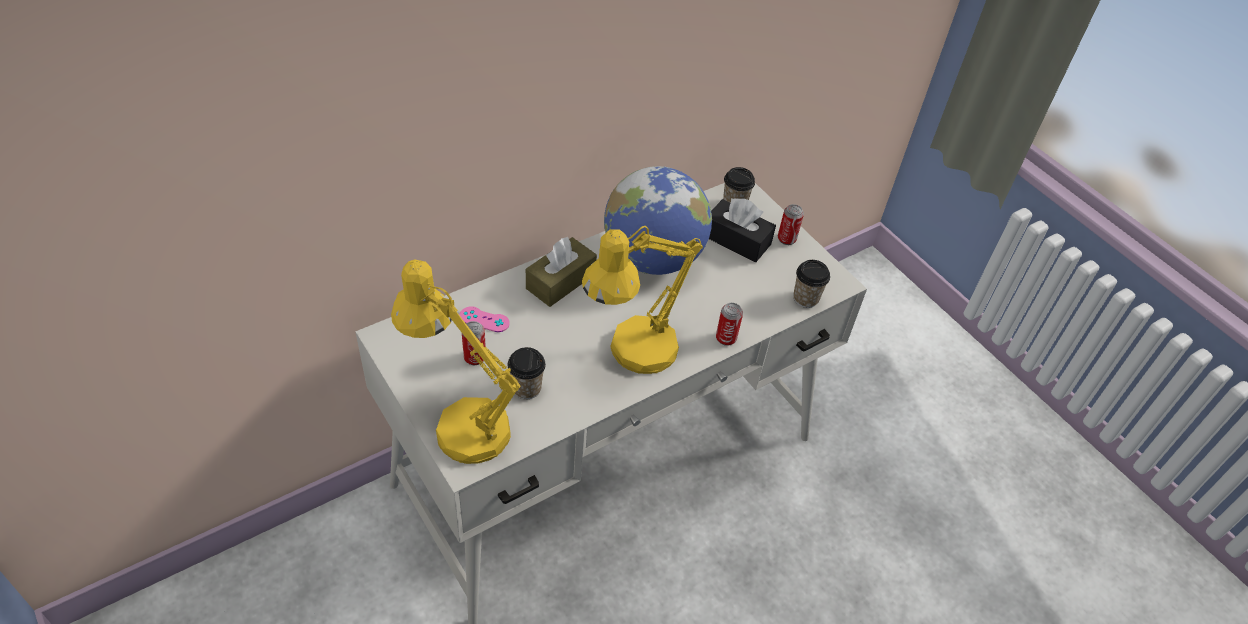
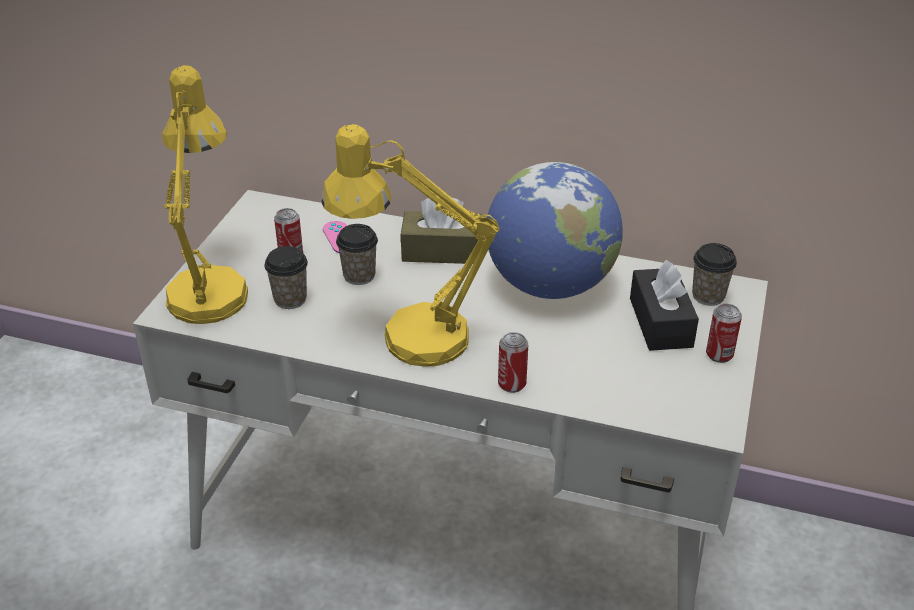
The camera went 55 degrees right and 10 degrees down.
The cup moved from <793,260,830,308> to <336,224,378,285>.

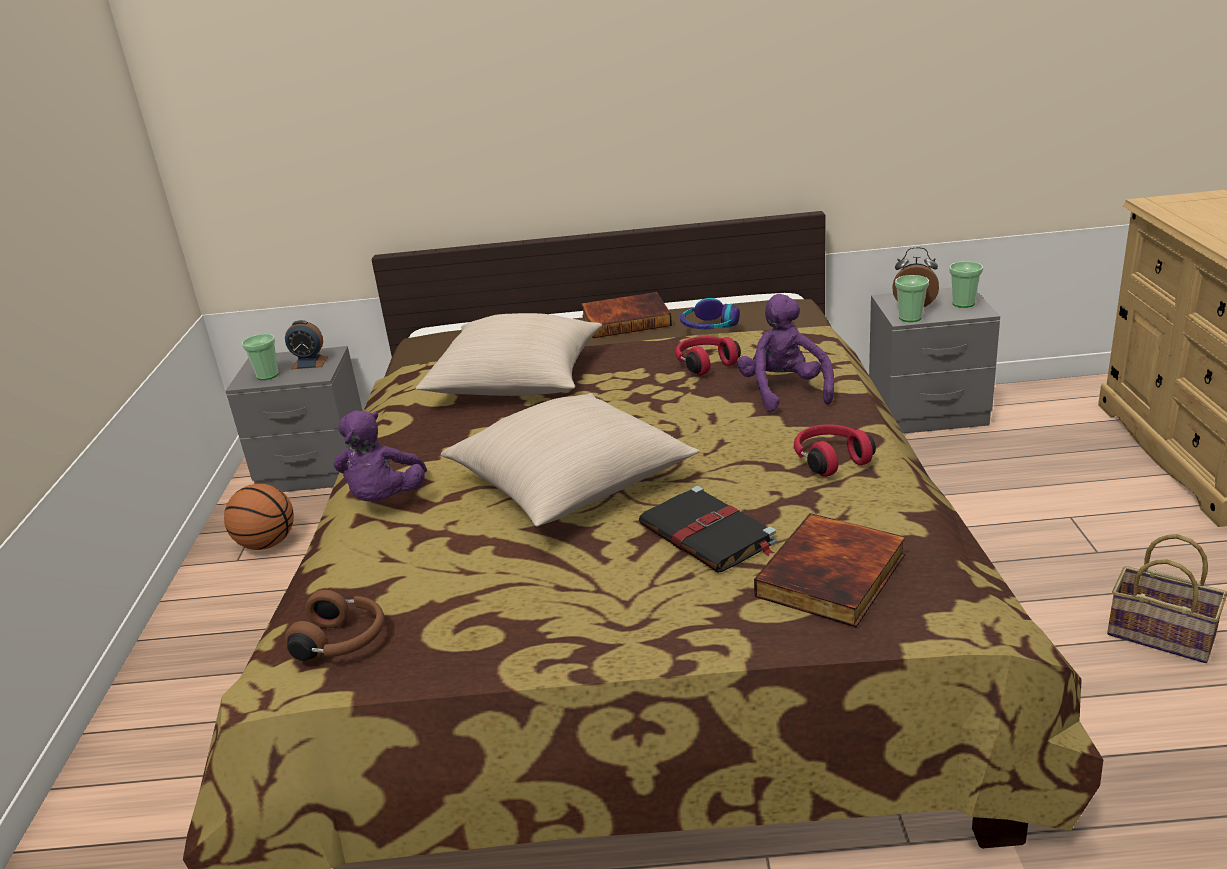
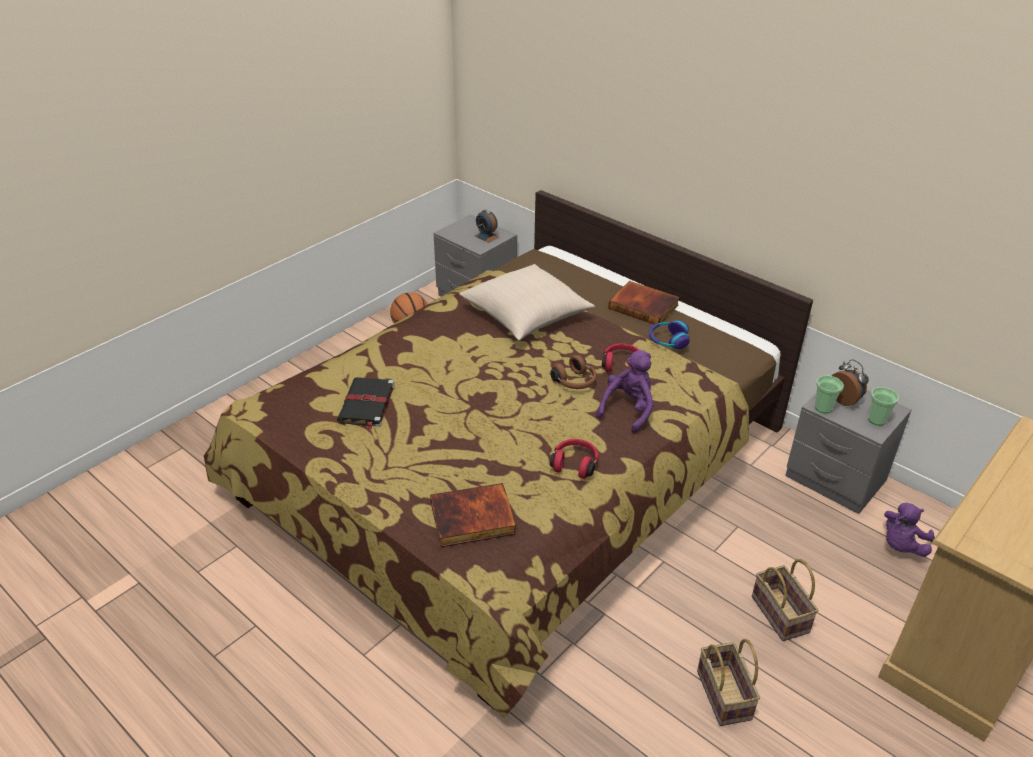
The camera went 40 degrees right and 10 degrees up.
The cup at <242,334,279,380> disappeared.
The pillow (beige) at <441,393,699,527> disappeared.
The plush toy (purple) moved from <334,411,427,501> to <884,503,935,557>.
The book (black) moved from <639,486,777,573> to <337,377,395,430>.
The headphones (brown) moved from <285,590,384,661> to <550,355,597,389>.
The basket at <752,559,819,641> appeared.

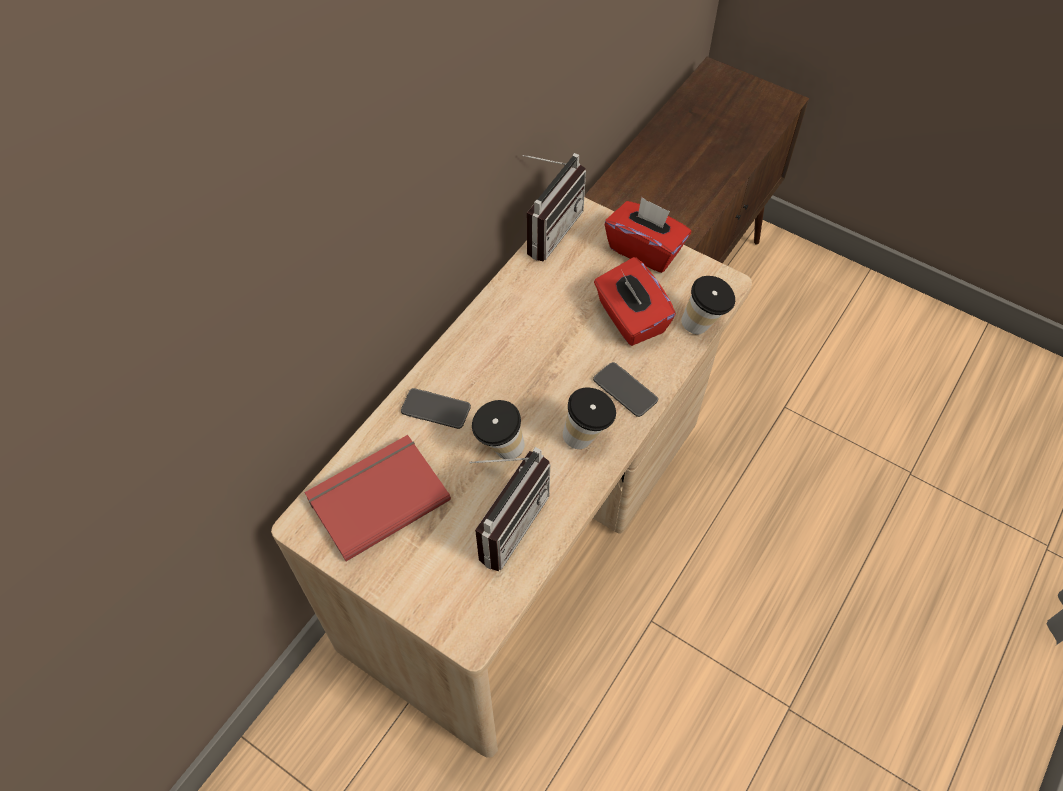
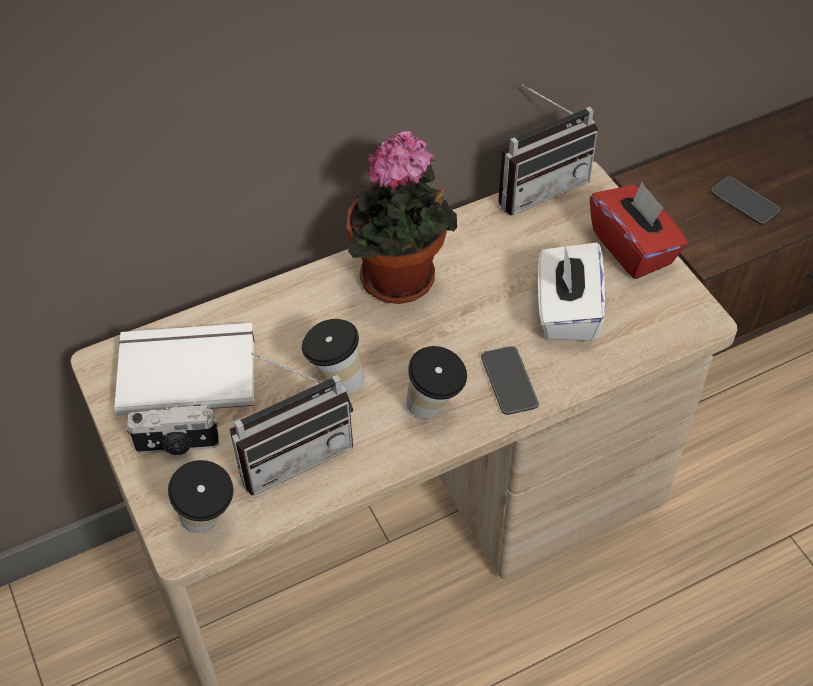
The camera went 30 degrees right and 5 degrees down.
The tissue box (red) at <594,257,676,346> became the tissue box (white) at <538,242,606,341>.
The cup moved from <681,276,735,334> to <168,460,234,533>.
The phone moved from <401,388,471,429> to <711,176,780,225>.
The book (red) at <304,435,451,562> became the book (white) at <114,323,255,416>.
The potted plant at <346,131,457,304> appeared.
The photo camera at <126,404,219,455> appeared.

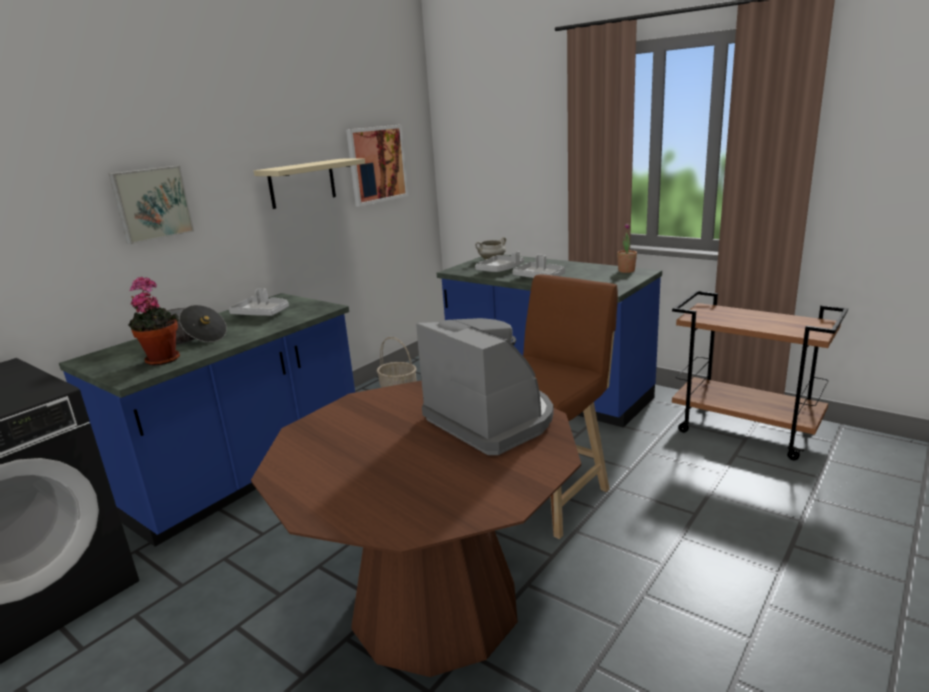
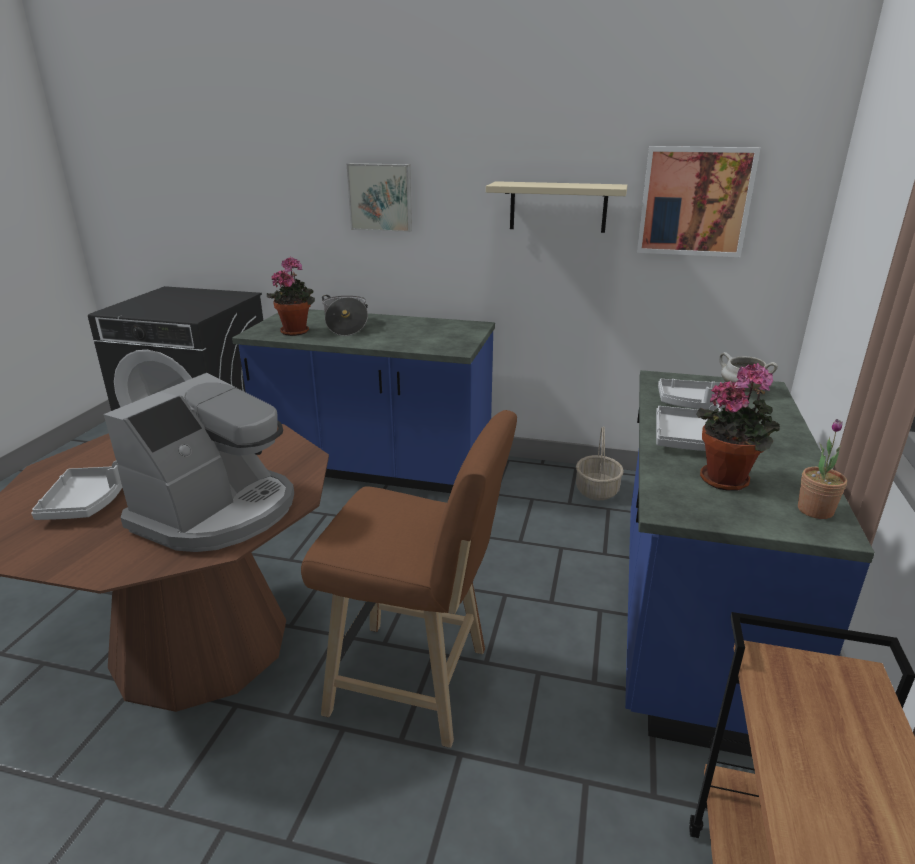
The camera went 65 degrees right and 5 degrees up.
The tray (grey) moved from <229,289,289,316> to <31,461,123,520>.
The potted plant at <696,363,780,491> appeared.

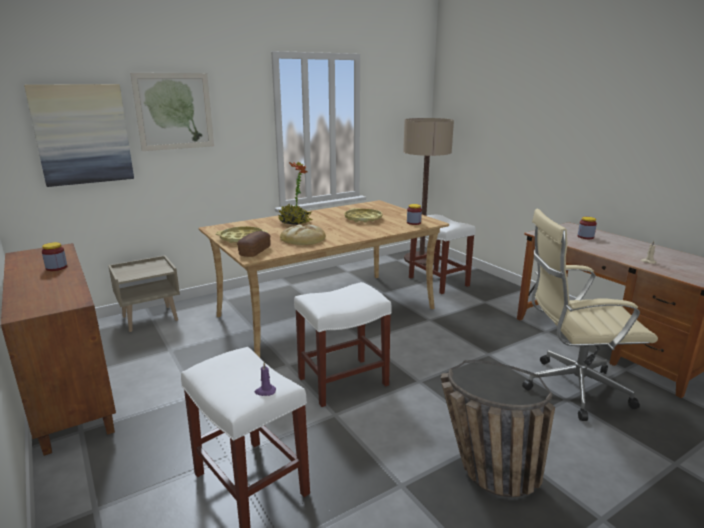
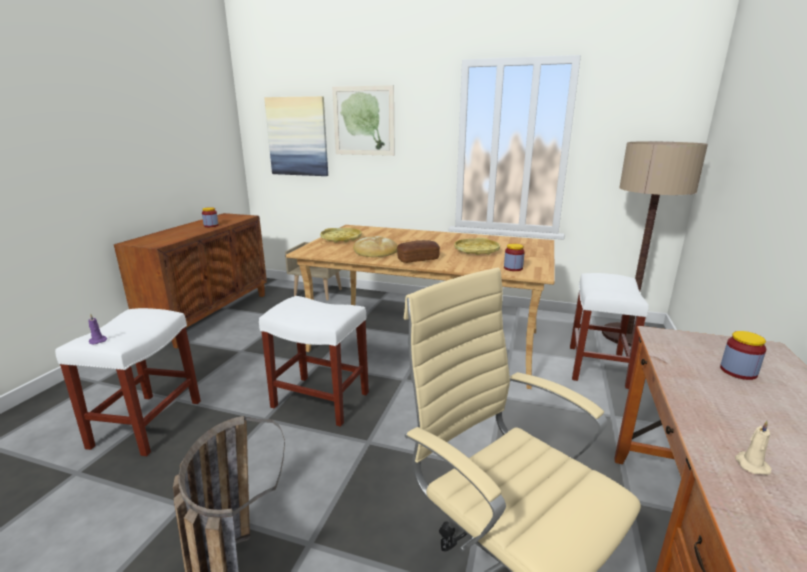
The camera went 50 degrees right and 0 degrees up.
The potted plant at <278,162,312,225> disappeared.
The bread moved from <237,231,271,257> to <397,240,440,263>.

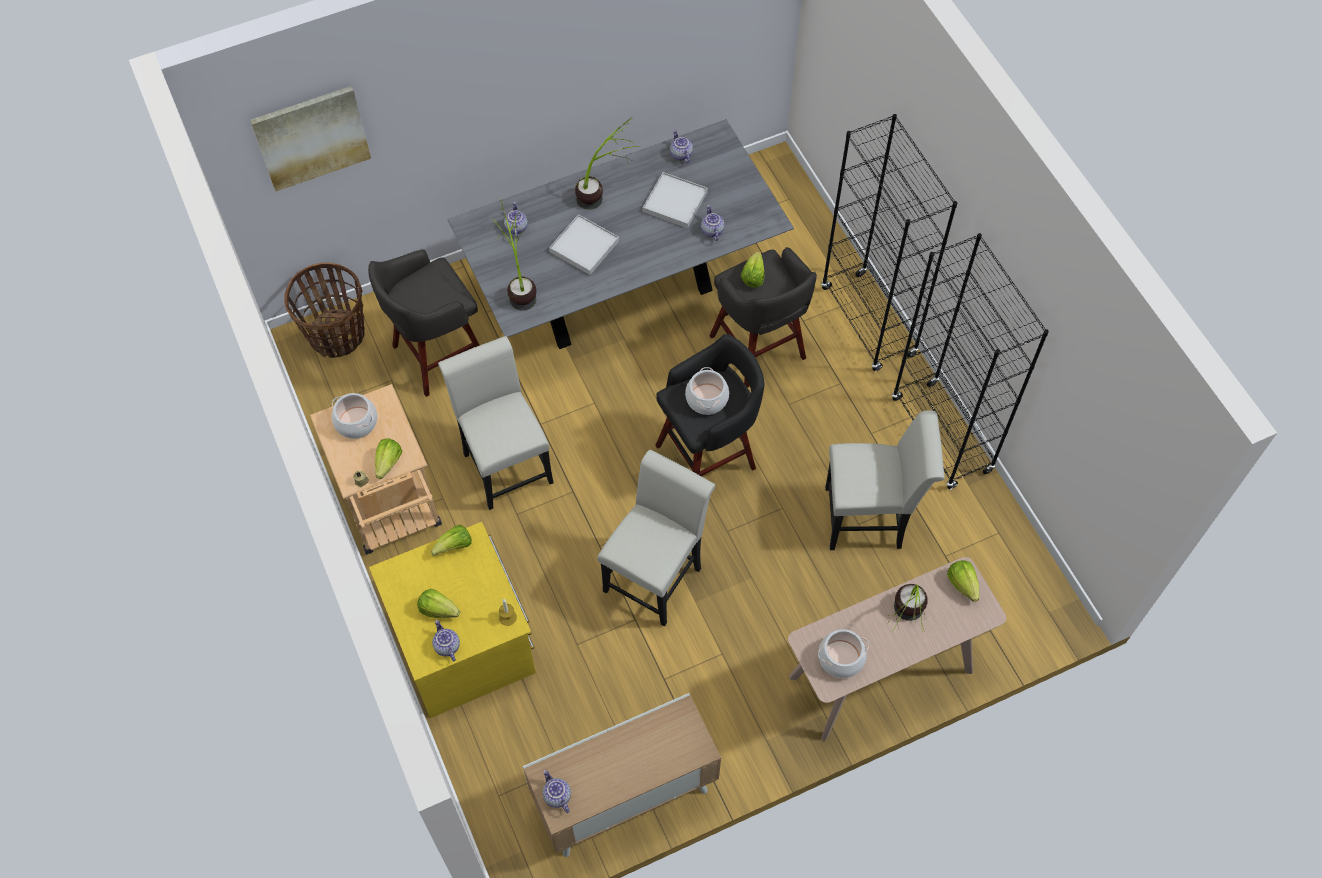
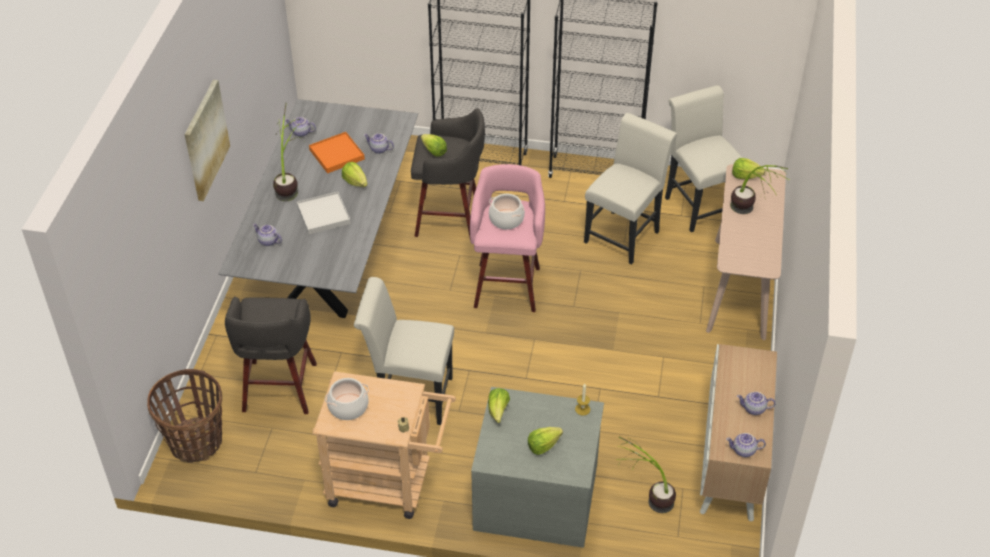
The camera went 55 degrees left and 15 degrees down.
The picture moved from <250,86,371,191> to <184,80,230,201>.
The tray (white) at <643,172,708,228> became the tray (orange) at <309,132,365,173>.
The potted plant moved from <491,199,536,311> to <616,436,676,513>.
The stool (black) at <655,334,764,476> became the stool (pink) at <470,164,545,312>.
The lettuce moved from <375,438,402,479> to <342,162,368,187>.
The chair (white) moved from <597,450,715,626> to <665,85,742,232>.
The dresser (yellow) at <369,522,536,718> became the dresser (grey) at <471,387,604,548>.
The teapot moved from <432,620,460,662> to <737,392,776,415>.
The cooking pot at <818,629,869,678> disappeared.

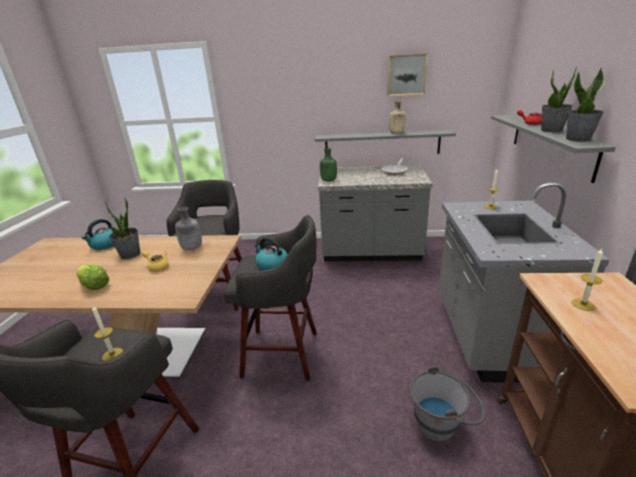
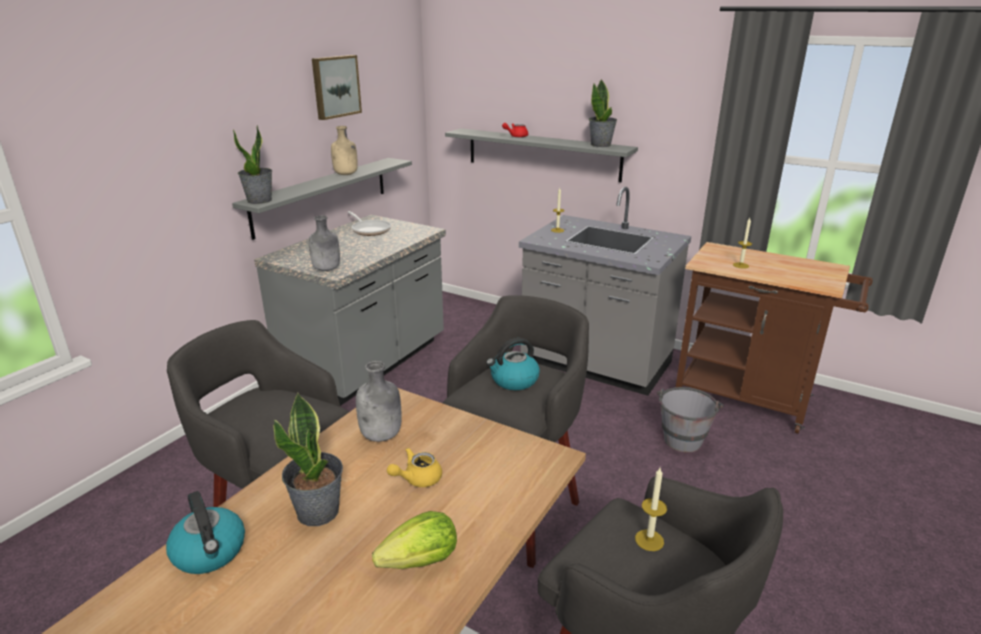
The camera went 65 degrees left and 0 degrees up.
The potted plant moved from <541,67,577,132> to <233,125,272,204>.
The bottle (green) at <320,148,337,181> became the bottle (grey) at <309,215,340,271>.

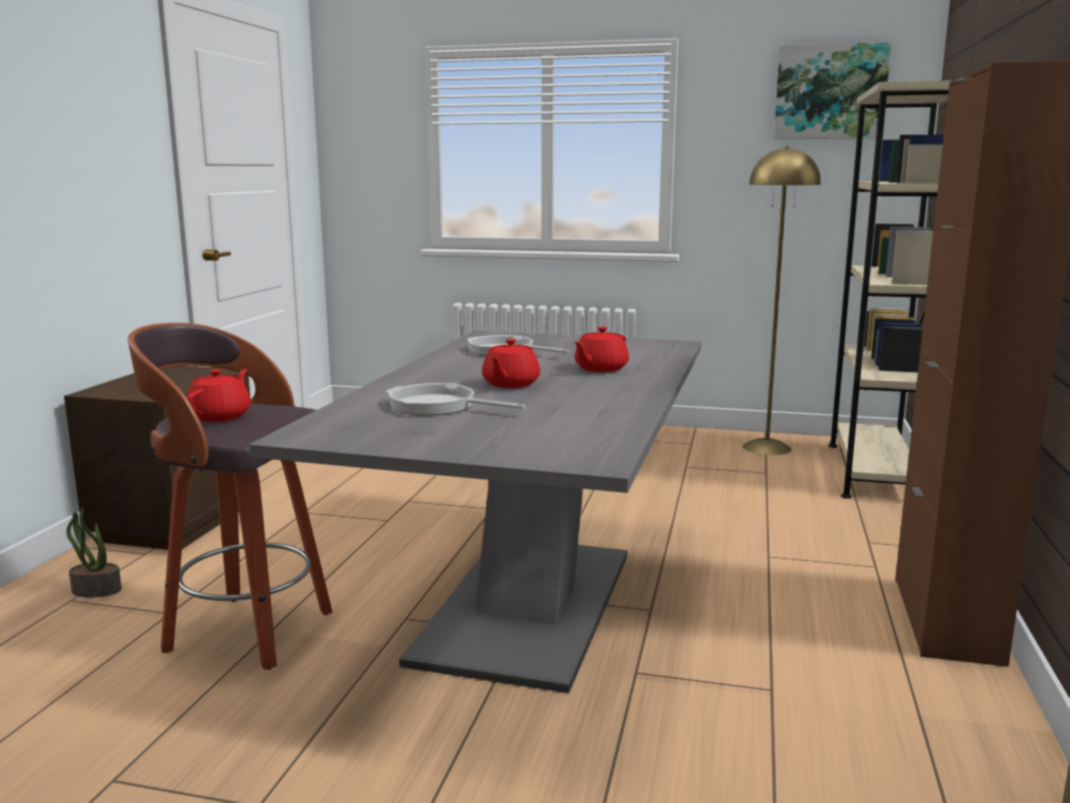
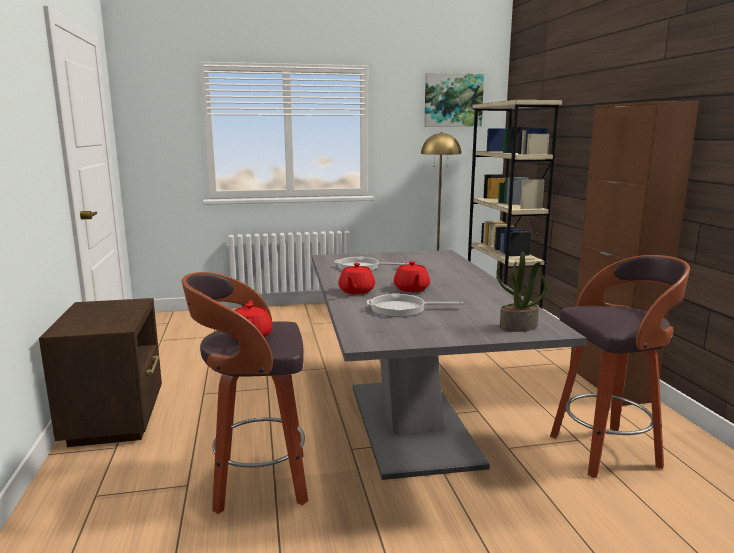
The camera went 25 degrees left and 0 degrees up.
The teapot (red) moved from <574,327,629,372> to <338,263,375,294>.
The potted plant moved from <66,508,122,597> to <497,252,547,332>.
The stool at <550,255,690,478> appeared.

